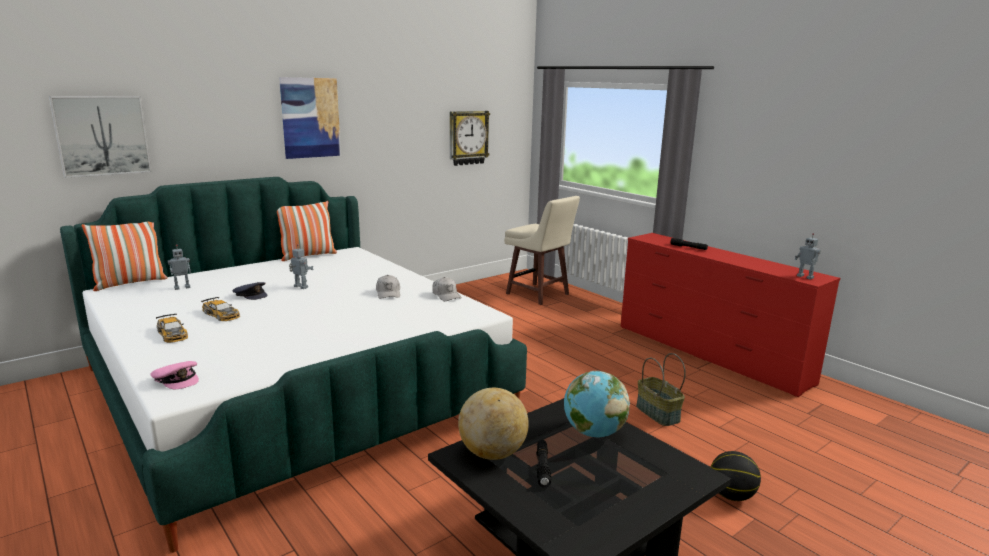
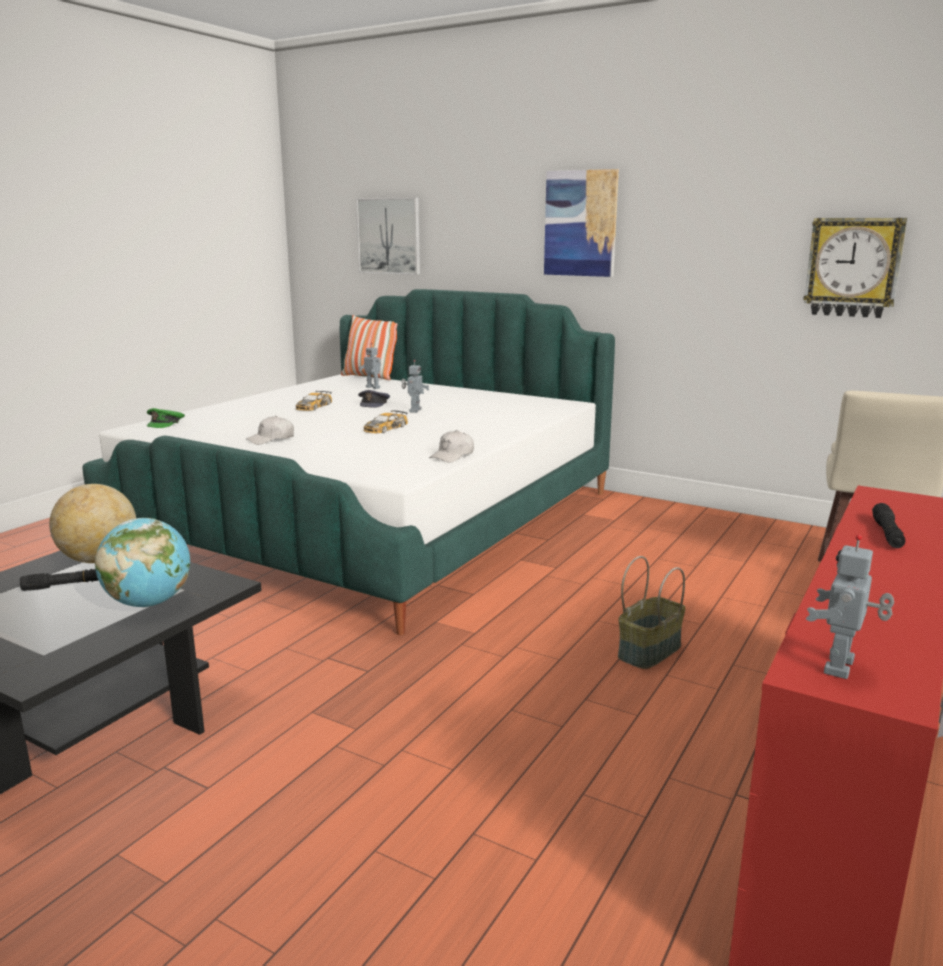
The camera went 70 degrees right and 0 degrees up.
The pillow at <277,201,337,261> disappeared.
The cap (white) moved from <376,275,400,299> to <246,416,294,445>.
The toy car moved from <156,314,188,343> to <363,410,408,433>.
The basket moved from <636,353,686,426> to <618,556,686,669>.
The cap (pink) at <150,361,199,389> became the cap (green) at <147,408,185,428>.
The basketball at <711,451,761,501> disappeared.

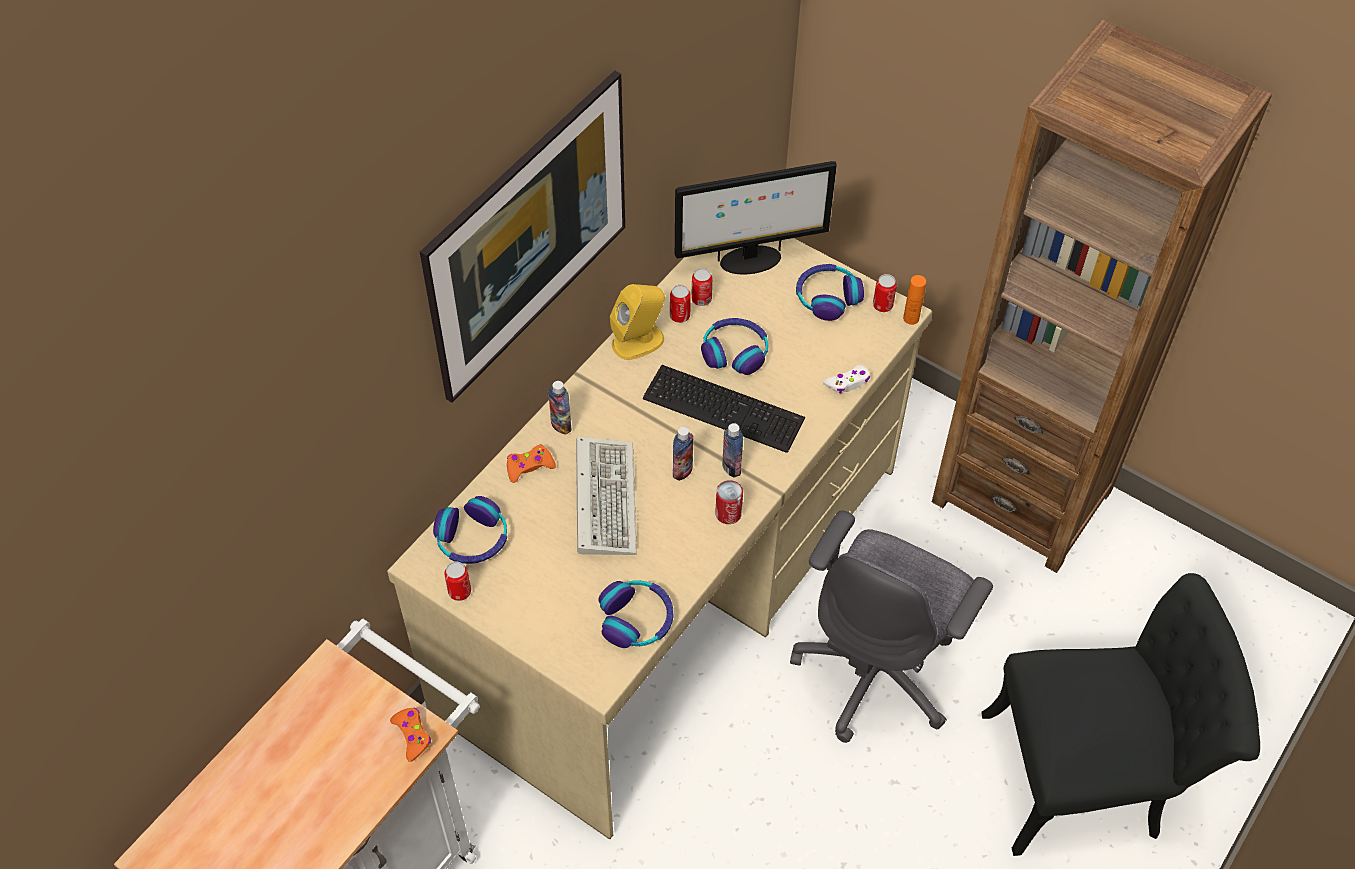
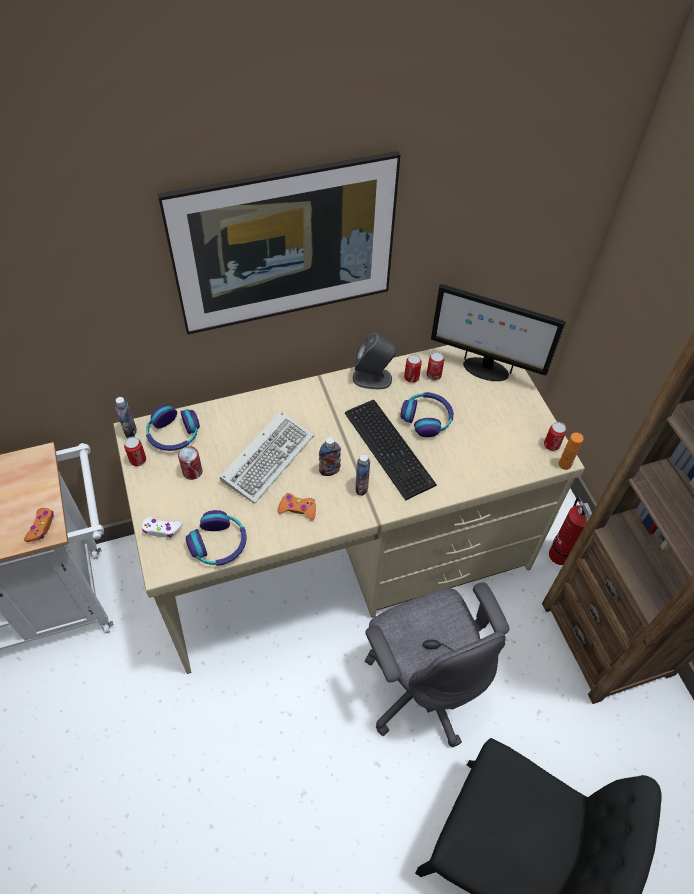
The camera went 35 degrees right and 0 degrees up.
The headphones at <796,264,864,321> disappeared.
The speaker (yellow) at <610,284,665,360> became the speaker (grey) at <353,333,397,389>.
The game controller (white) moved from <823,365,870,393> to <142,517,182,537>.
The bottle moved from <548,381,572,435> to <115,397,137,438>.
The game controller (orange) moved from <507,445,556,483> to <278,493,316,521>.
The can moved from <715,480,743,524> to <178,446,202,480>.
The office chair (grey) at <790,510,993,743> turned 90 degrees counterclockwise.
The fire extinguisher at <549,497,592,565> appeared.

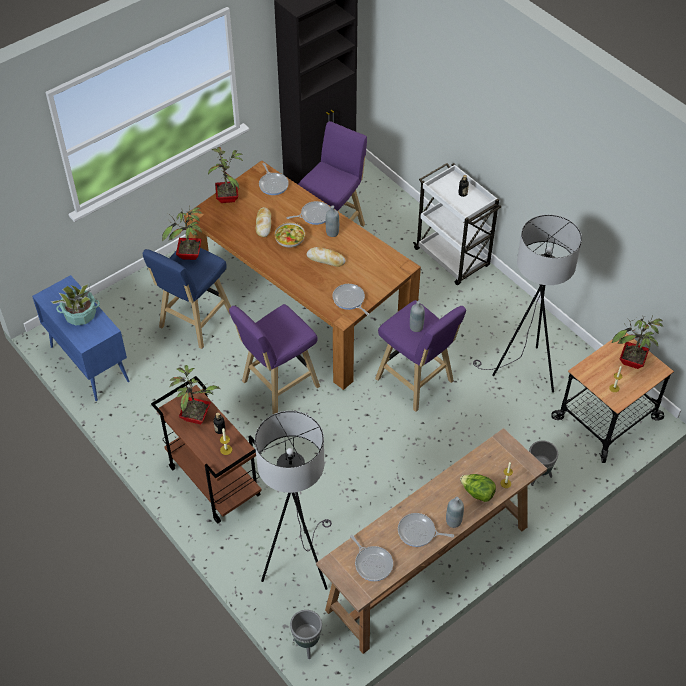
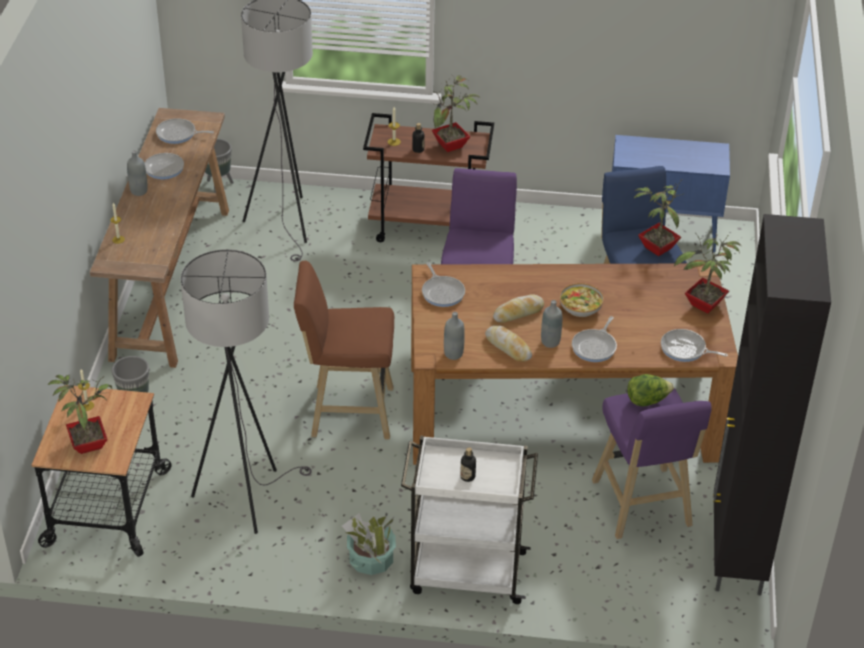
The camera went 135 degrees right and 10 degrees down.
The bread moved from <256,207,271,237> to <485,325,532,362>.
The potted plant moved from <51,284,100,326> to <342,513,396,575>.
The frying pan at <332,284,369,316> turned 60 degrees clockwise.
The stool (purple) at <375,300,466,412> became the stool (brown) at <294,261,394,440>.
The bottle (grey) moved from <410,301,425,332> to <444,312,465,360>.
The lettuce moved from <460,474,496,502> to <627,374,674,407>.

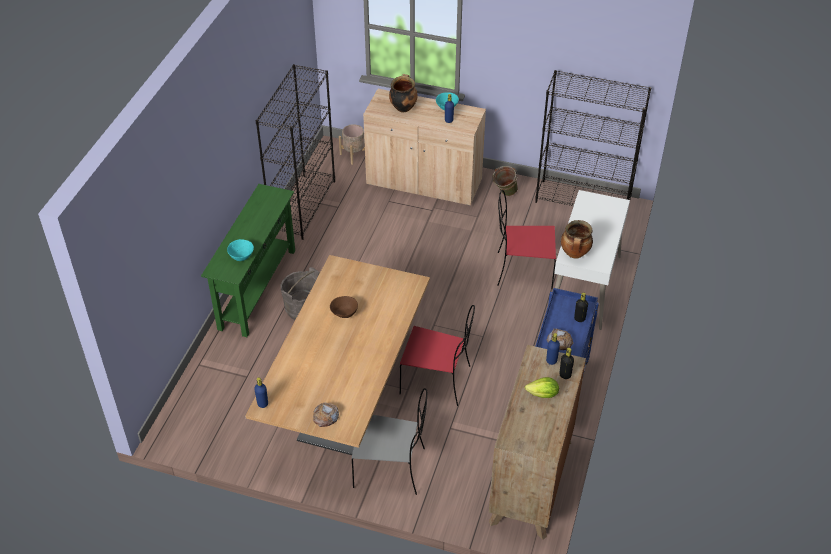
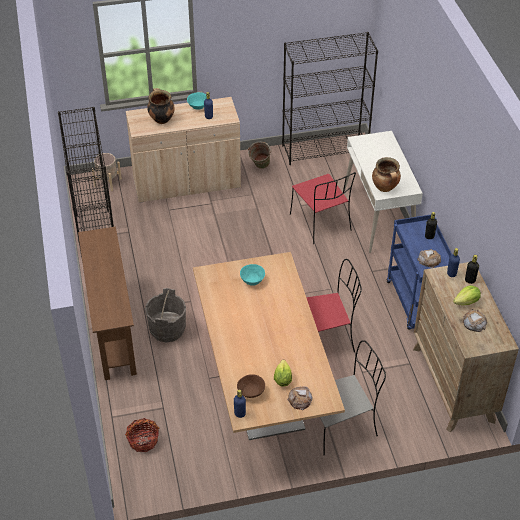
The camera went 30 degrees left and 0 degrees up.
The console table (green) at <201,184,295,337> became the console table (brown) at <78,227,137,380>.
The chair (red) at <497,190,556,289> turned 90 degrees counterclockwise.
The bowl (turquoise) moved from <227,239,254,261> to <240,264,265,286>.
The bowl (brown) moved from <330,296,358,318> to <237,374,265,398>.
The bread at <463,309,487,332> appeared.
The lettuce at <274,360,292,387> appeared.
The basket at <125,418,159,452> appeared.

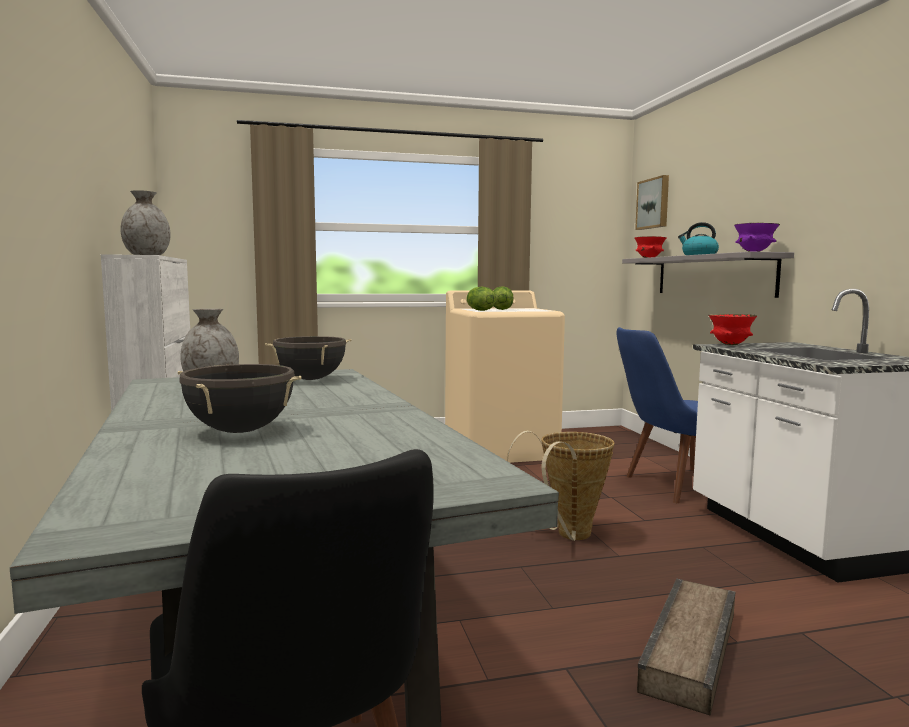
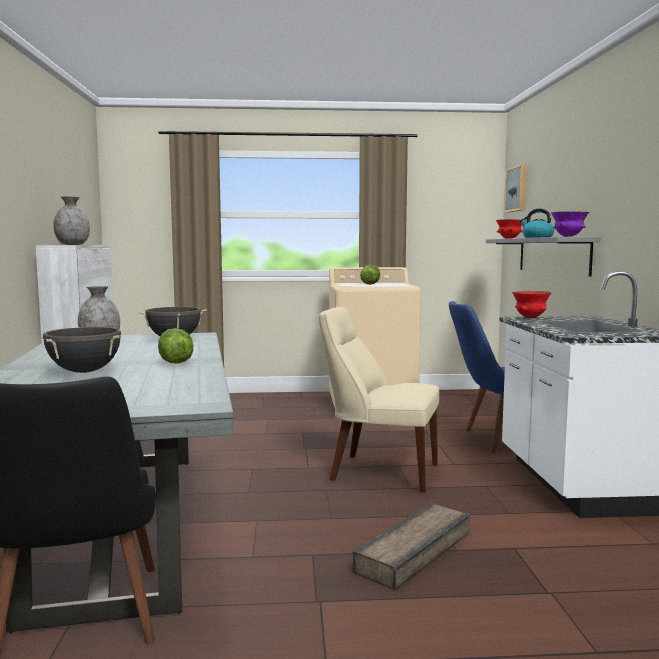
The camera went 10 degrees right and 0 degrees up.
The lettuce moved from <466,287,496,311> to <158,328,193,364>.
The basket at <507,430,615,541> was replaced by the chair (beige) at <319,306,439,493>.

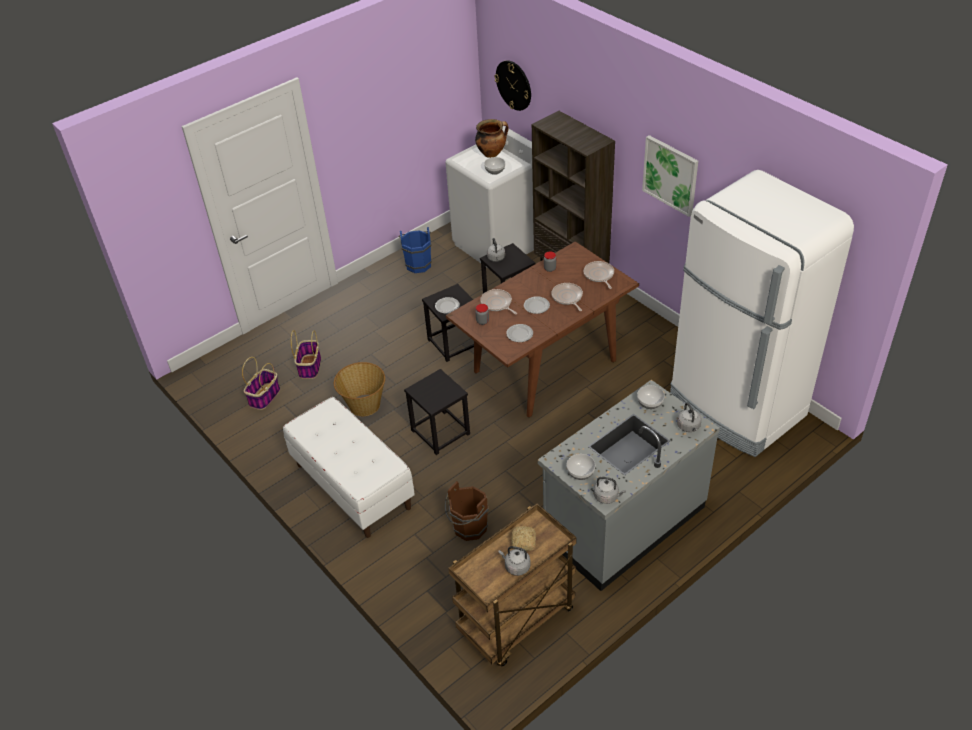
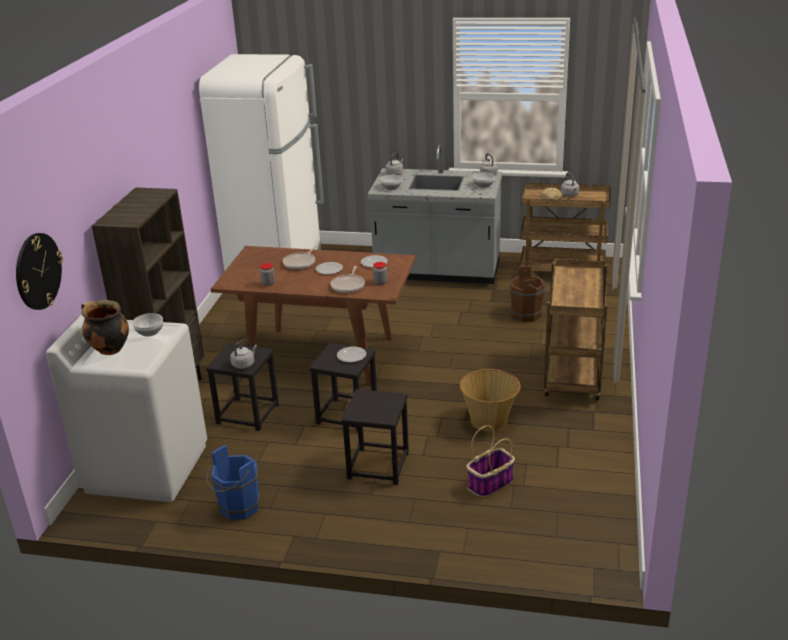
The camera went 130 degrees left and 15 degrees down.
The picture at <642,135,698,217> disappeared.
The frying pan at <584,261,614,289> disappeared.
The basket at <242,357,280,410> disappeared.
The stool (black) moved from <404,369,470,455> to <341,389,409,485>.
The bench (white) at <283,397,415,538> was replaced by the cart (brown) at <544,259,607,400>.

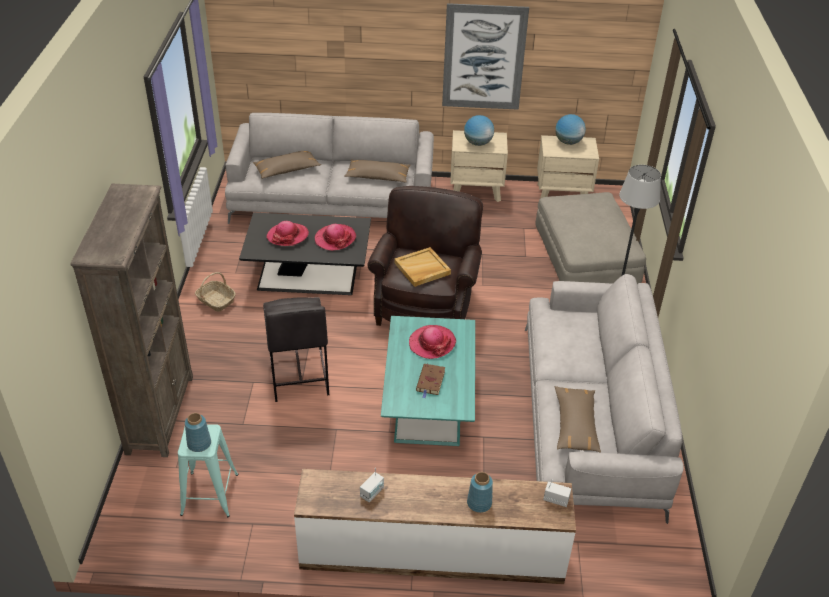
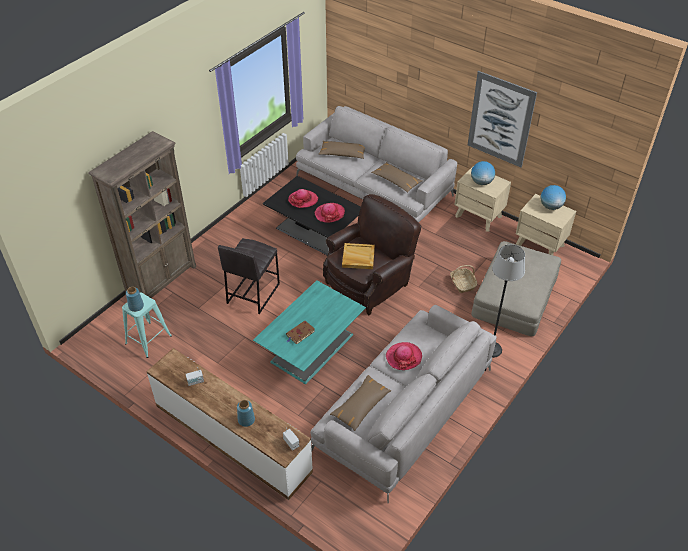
The camera went 35 degrees right and 5 degrees up.
The basket moved from <195,272,236,312> to <450,265,477,293>.
The hat moved from <409,325,456,359> to <386,342,422,370>.

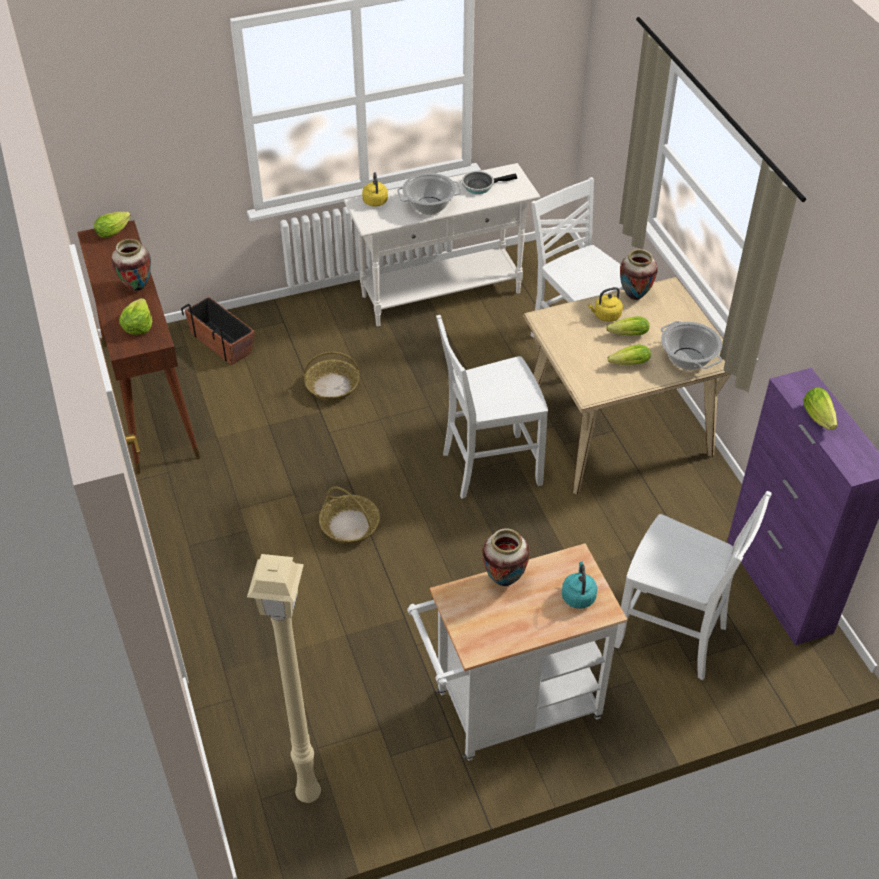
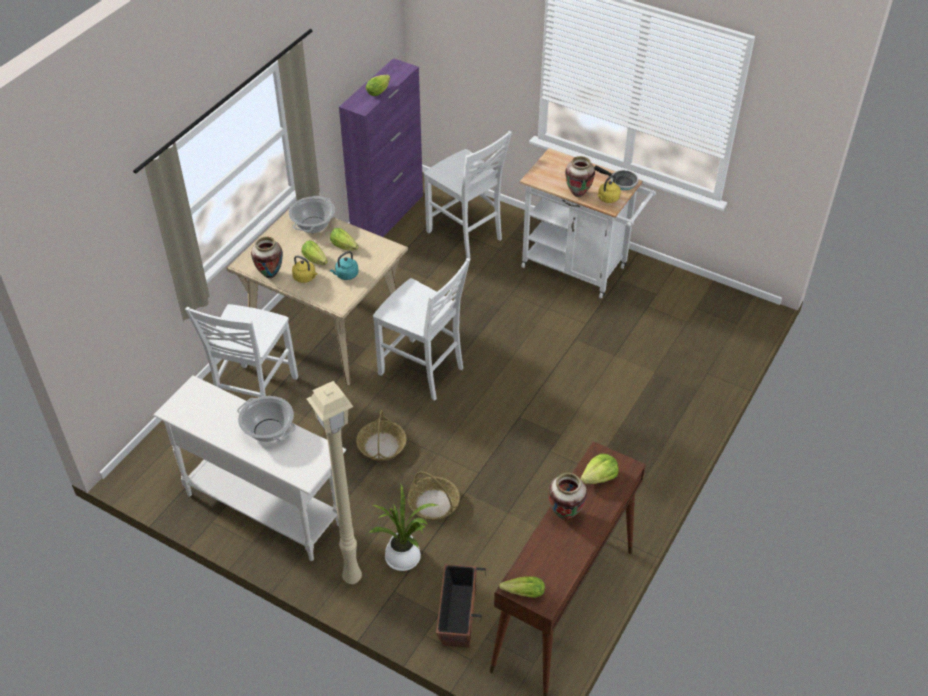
The camera went 130 degrees left and 0 degrees up.
The frying pan moved from <462,171,517,194> to <594,166,638,190>.
The kettle (yellow) moved from <362,172,388,207> to <597,175,621,203>.
The basket moved from <319,486,380,544> to <356,410,406,461>.
The chair (white) at <614,491,772,680> turned 150 degrees clockwise.
The floor lamp (beige) moved from <247,554,321,803> to <306,381,362,584>.
The kettle (turquoise) moved from <562,561,597,609> to <330,251,359,280>.
The potted plant at <370,484,437,571> appeared.

